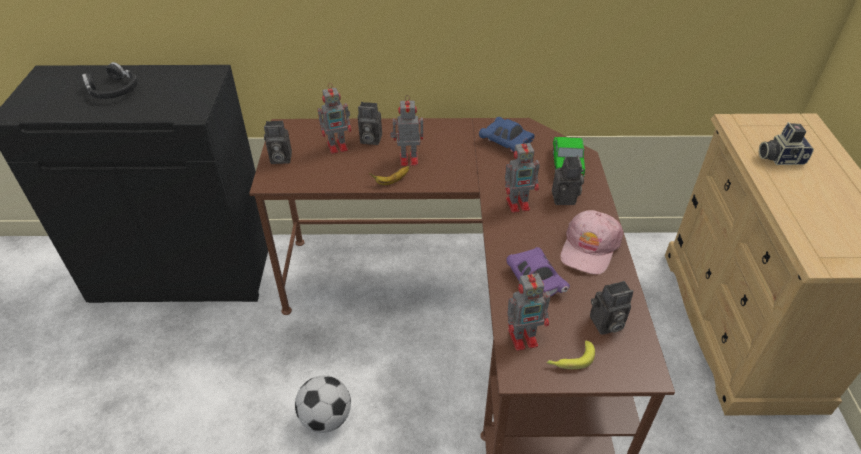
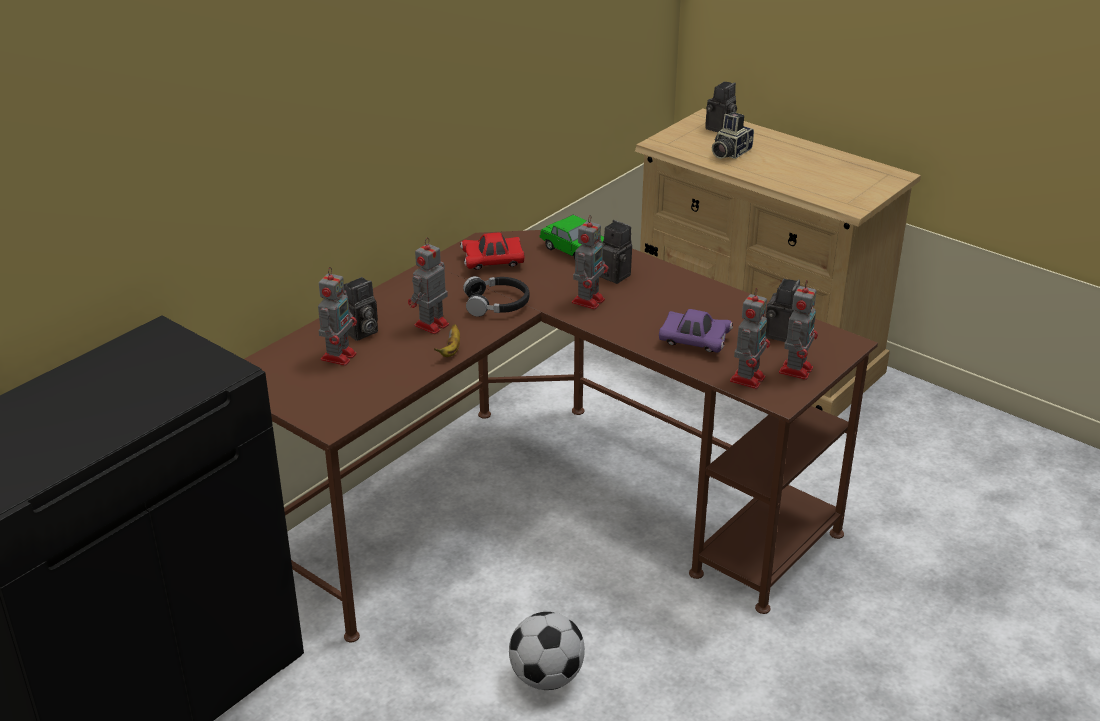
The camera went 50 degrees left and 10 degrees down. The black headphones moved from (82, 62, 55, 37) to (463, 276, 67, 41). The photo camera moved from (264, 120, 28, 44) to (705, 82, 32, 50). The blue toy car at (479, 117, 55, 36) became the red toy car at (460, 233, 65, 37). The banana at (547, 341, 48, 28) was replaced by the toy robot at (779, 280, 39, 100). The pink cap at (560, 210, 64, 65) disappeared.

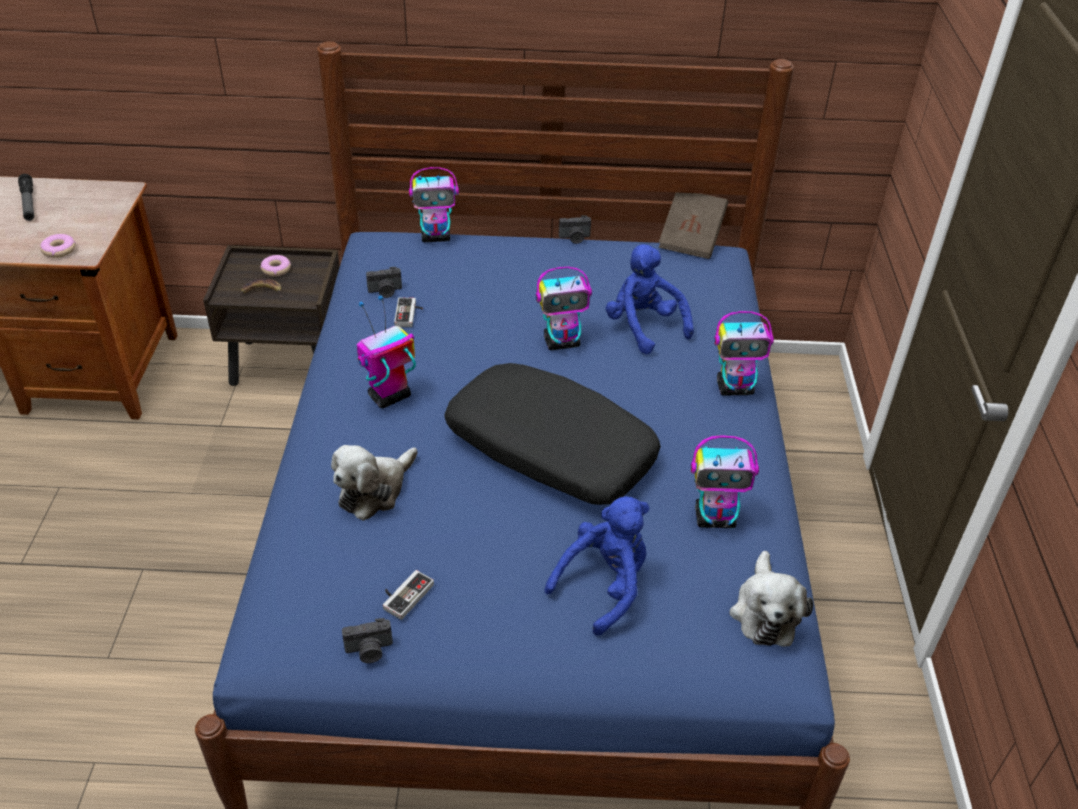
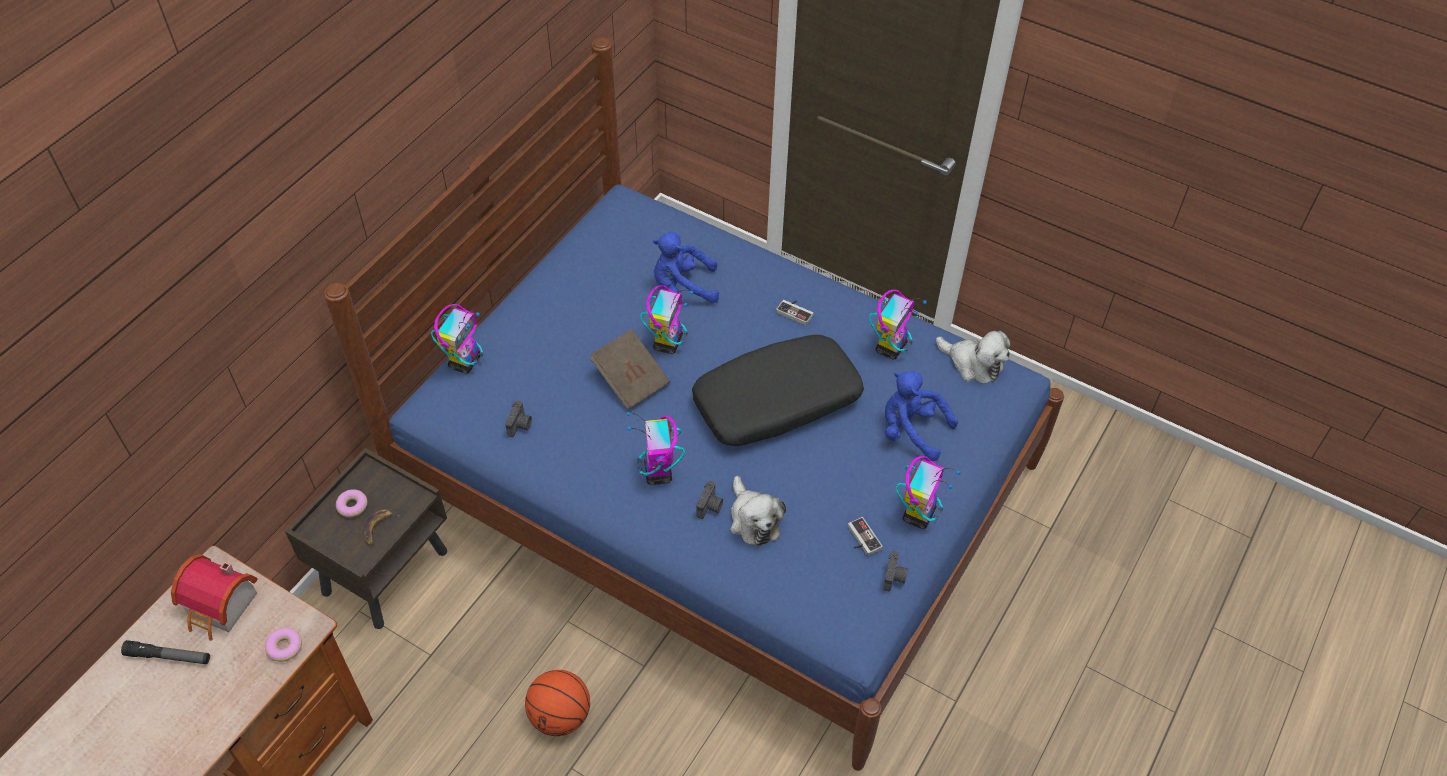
The camera went 60 degrees left and 10 degrees up. The game controller moved from (394, 298, 29, 29) to (776, 300, 38, 25). The blue plush toy at (544, 496, 106, 140) turned 45 degrees counterclockwise. The photo camera moved from (559, 215, 32, 29) to (696, 481, 27, 38). The brown book moved from (659, 193, 69, 66) to (589, 329, 81, 81). The toy robot moved from (714, 311, 60, 84) to (896, 456, 65, 73). The toy house at (171, 554, 87, 87) appeared. The basketball at (525, 670, 65, 66) appeared.

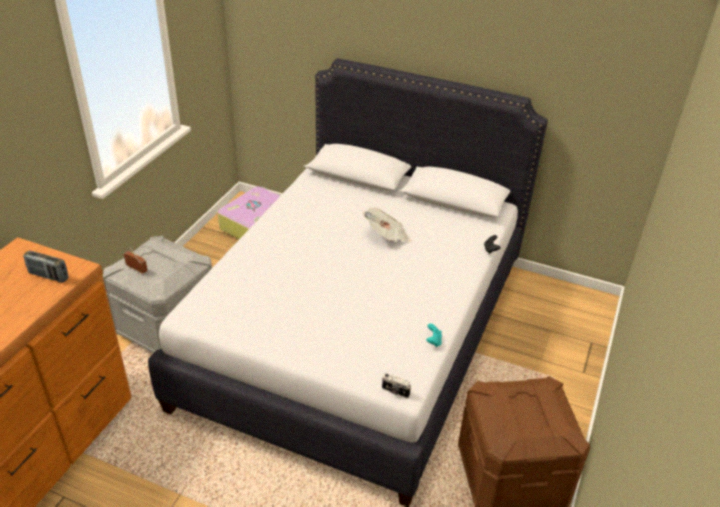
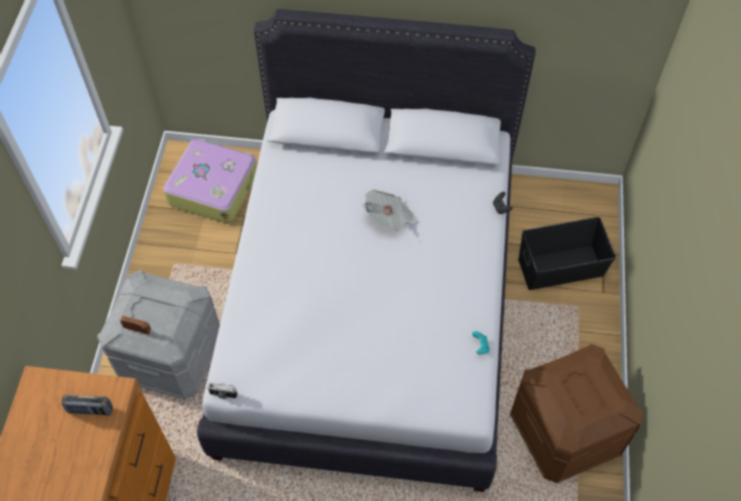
The camera went 15 degrees left and 20 degrees up. The photo camera moved from (382, 373, 29, 25) to (207, 383, 30, 16). The black storage box at (518, 217, 98, 73) appeared.

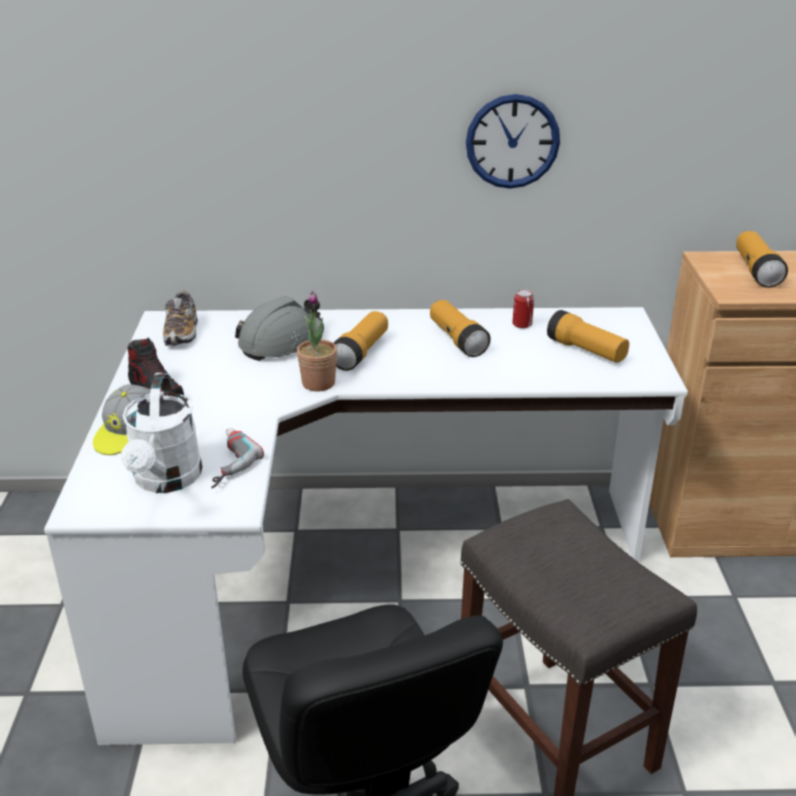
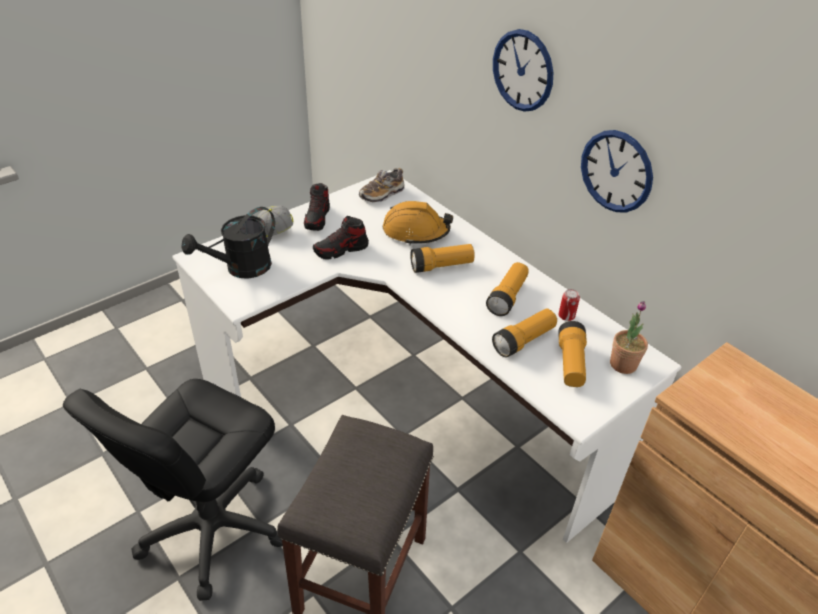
The camera went 50 degrees right and 10 degrees up. The white watering can at (121, 373, 81, 120) became the black watering can at (181, 207, 94, 72). The power drill at (211, 428, 53, 60) disappeared. The grey hard hat at (235, 296, 89, 65) became the orange hard hat at (383, 201, 70, 44). The potted plant moved from (297, 291, 40, 100) to (610, 301, 38, 73). The flashlight moved from (736, 231, 52, 57) to (492, 309, 65, 48). The shoe at (313, 216, 56, 44) appeared. The wall clock at (493, 29, 60, 83) appeared.

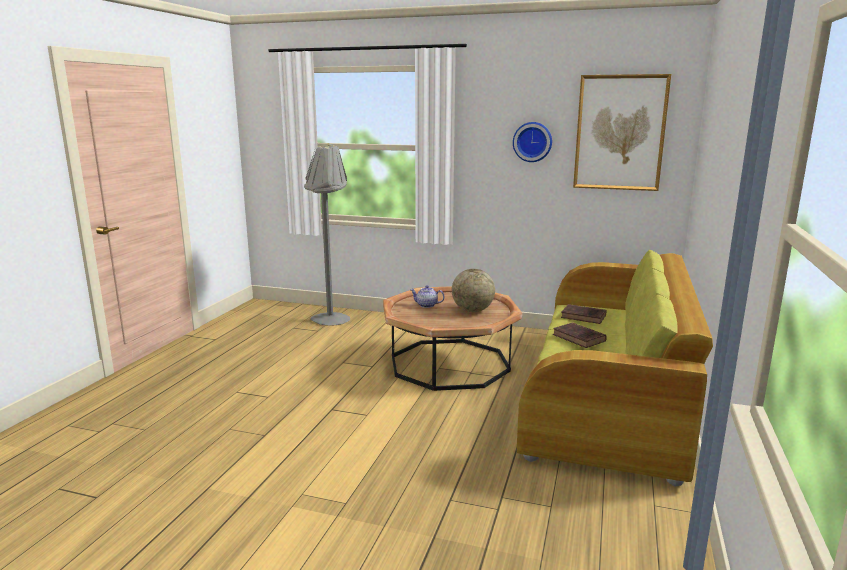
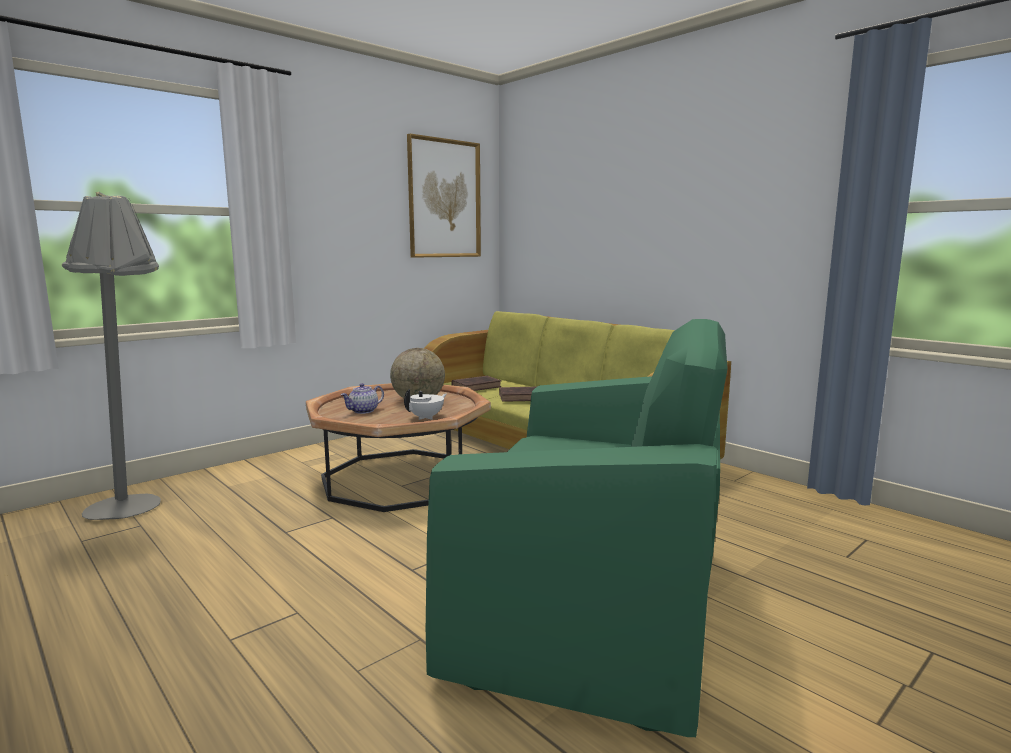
The camera went 60 degrees left and 5 degrees down. The wall clock at (513, 122, 39, 40) disappeared. The white teapot at (404, 389, 43, 31) appeared. The green armchair at (426, 319, 302, 418) appeared.

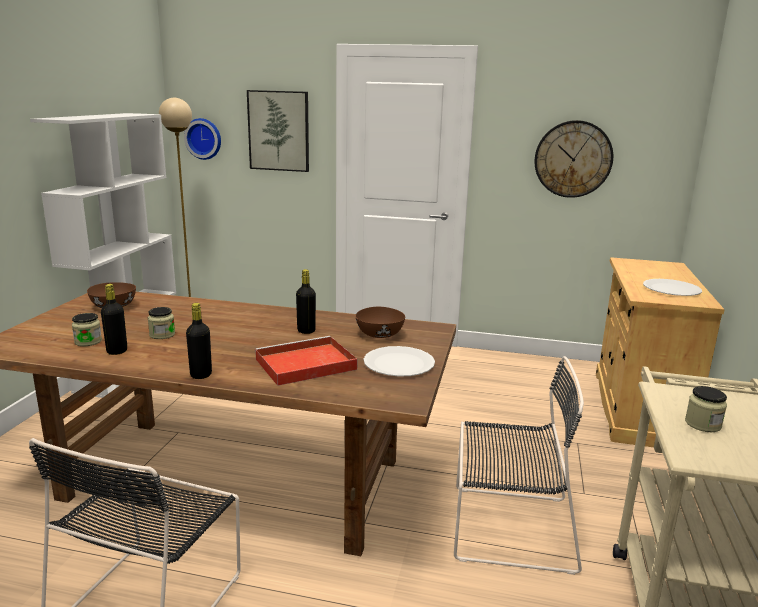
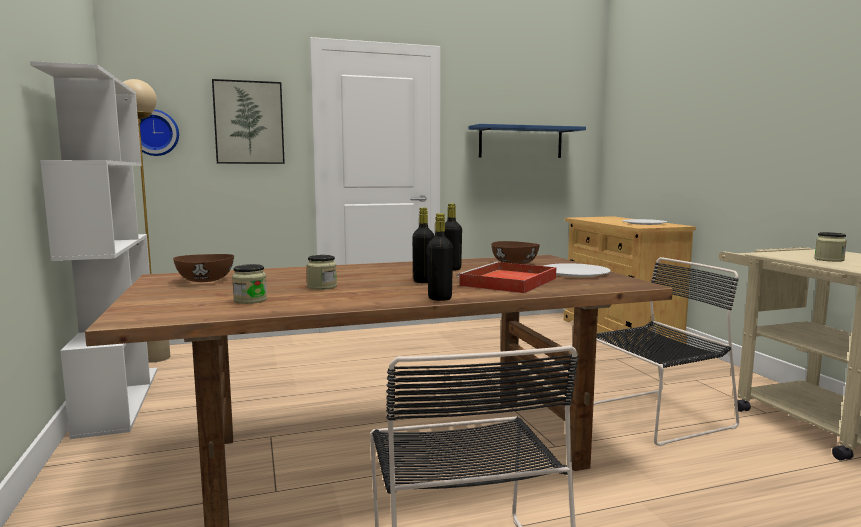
The camera went 30 degrees left and 10 degrees down. The black bottle moved from (101, 284, 26, 71) to (412, 208, 23, 75). The wall clock at (535, 120, 78, 78) was replaced by the blue shelf at (469, 124, 117, 34).

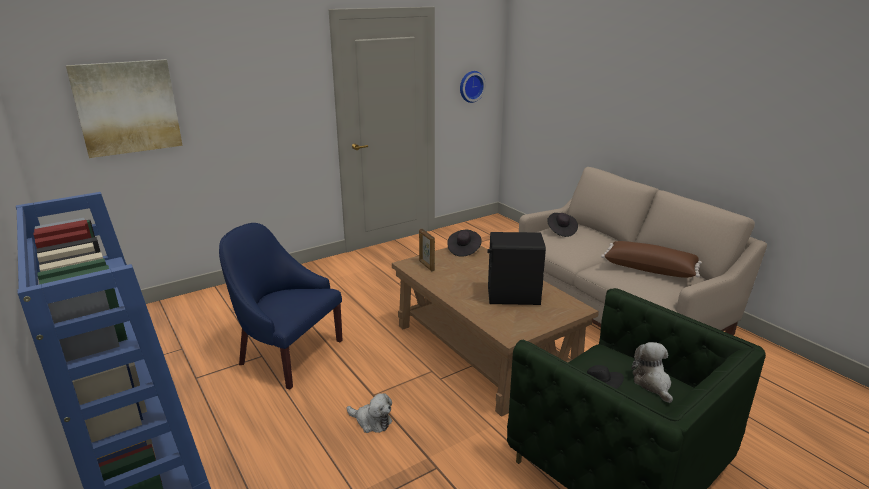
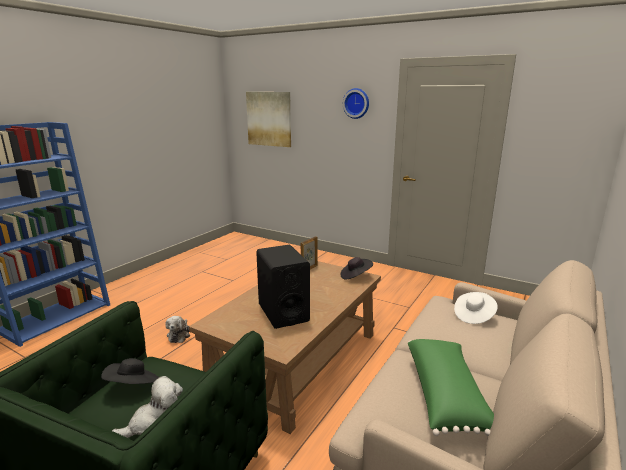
The camera went 65 degrees right and 5 degrees down. The blue armchair at (219, 223, 123, 167) disappeared. The wall clock moved from (460, 71, 26, 32) to (343, 88, 26, 31). The black hat at (547, 213, 31, 24) became the white hat at (454, 292, 44, 32). The brown pillow at (601, 241, 101, 37) became the green pillow at (408, 339, 86, 97).

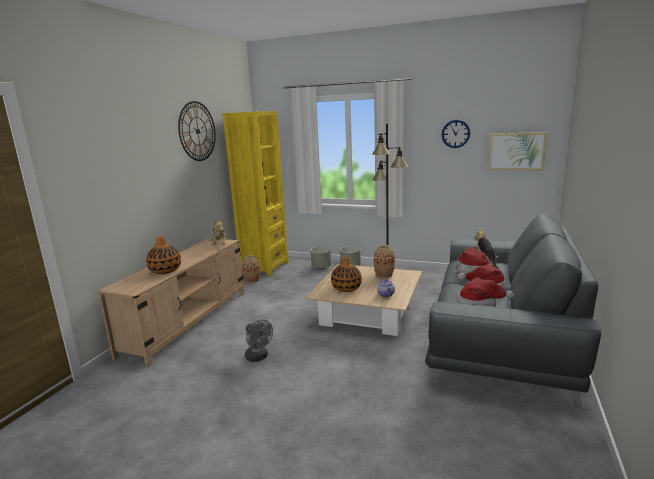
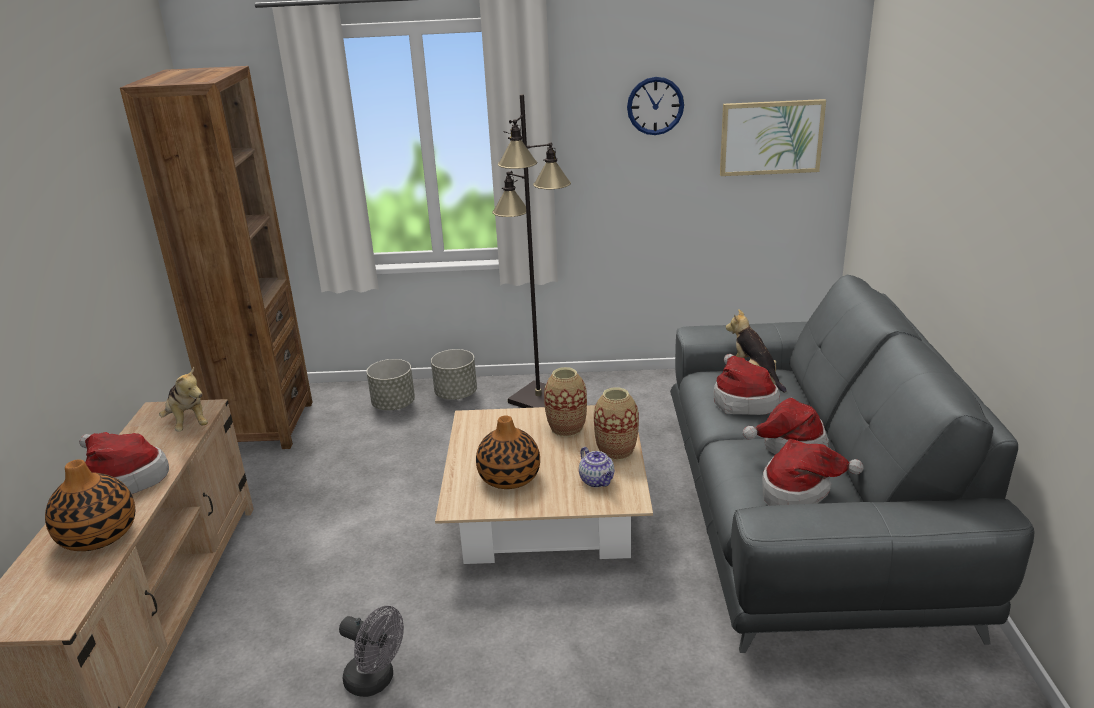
The camera went 20 degrees left and 10 degrees up. The wall clock at (178, 101, 38, 60) disappeared. The yellow bookcase at (223, 111, 65, 165) became the brown bookcase at (120, 66, 193, 383). The vase moved from (242, 255, 18, 28) to (594, 387, 45, 73). The hat at (79, 432, 90, 62) appeared.

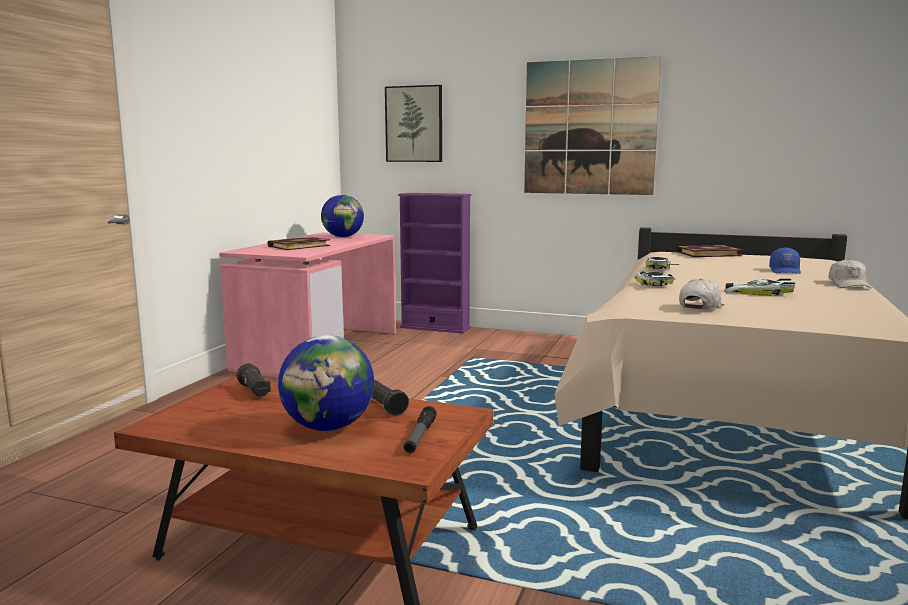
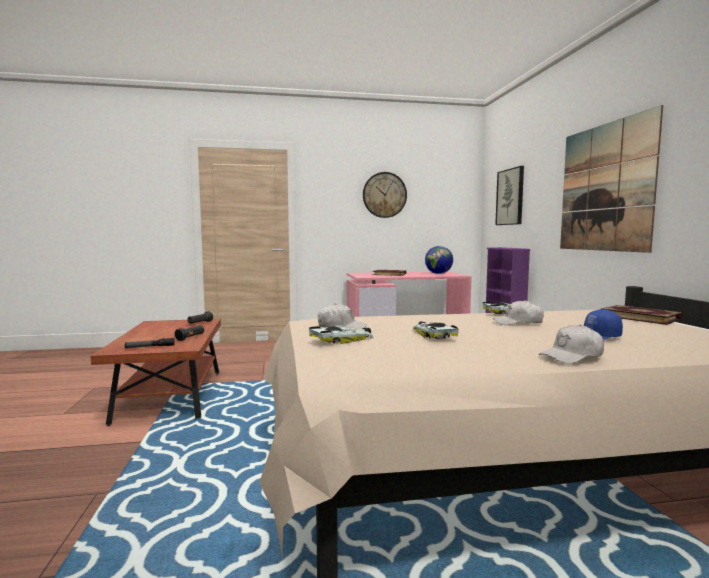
The camera went 60 degrees right and 5 degrees down. The globe at (278, 335, 97, 96) disappeared. The toy car moved from (635, 271, 39, 15) to (309, 326, 64, 18). The wall clock at (363, 172, 44, 46) appeared. The white cap at (493, 300, 51, 25) appeared.

